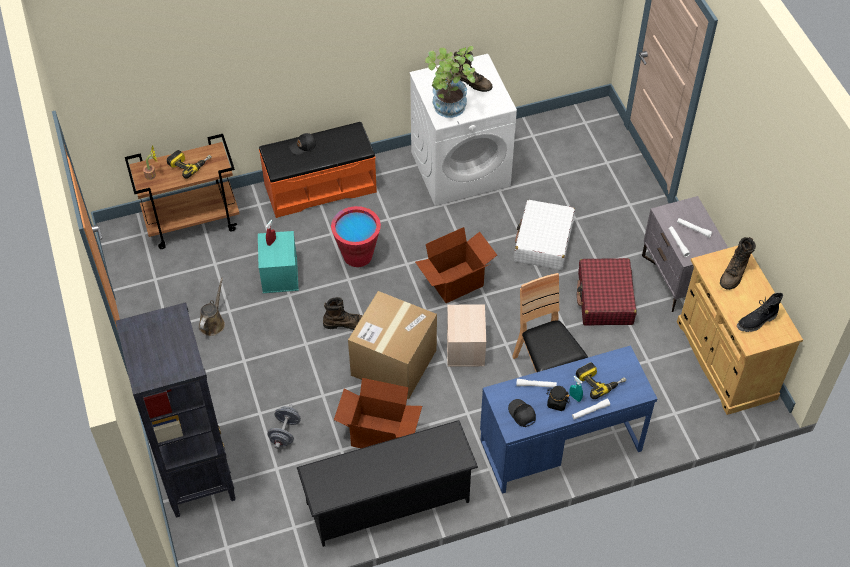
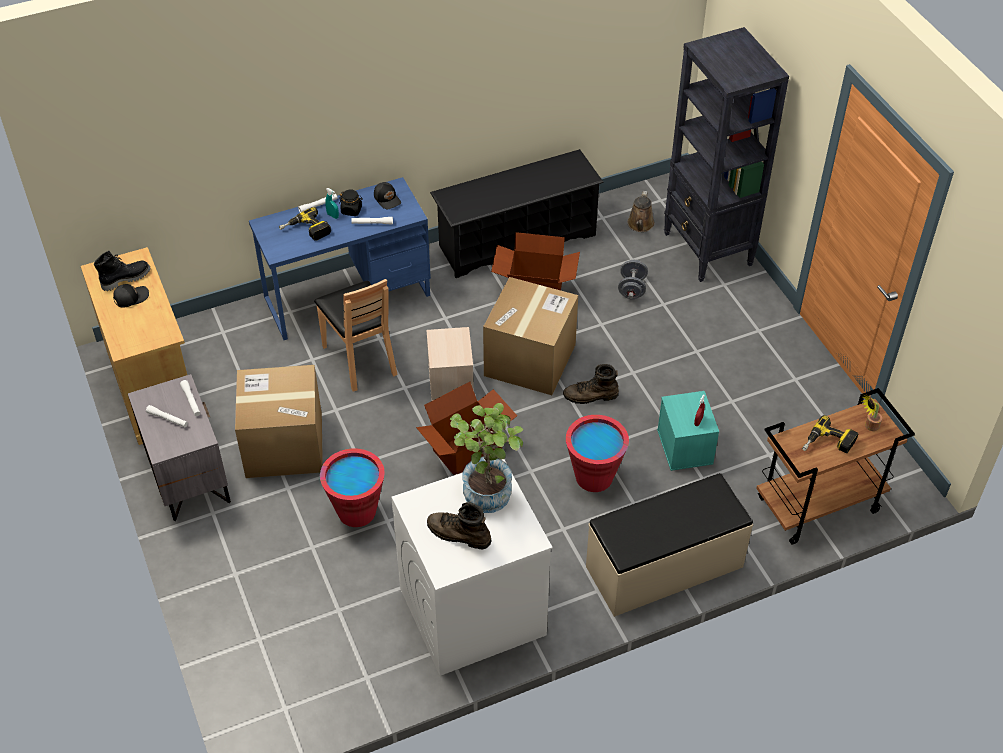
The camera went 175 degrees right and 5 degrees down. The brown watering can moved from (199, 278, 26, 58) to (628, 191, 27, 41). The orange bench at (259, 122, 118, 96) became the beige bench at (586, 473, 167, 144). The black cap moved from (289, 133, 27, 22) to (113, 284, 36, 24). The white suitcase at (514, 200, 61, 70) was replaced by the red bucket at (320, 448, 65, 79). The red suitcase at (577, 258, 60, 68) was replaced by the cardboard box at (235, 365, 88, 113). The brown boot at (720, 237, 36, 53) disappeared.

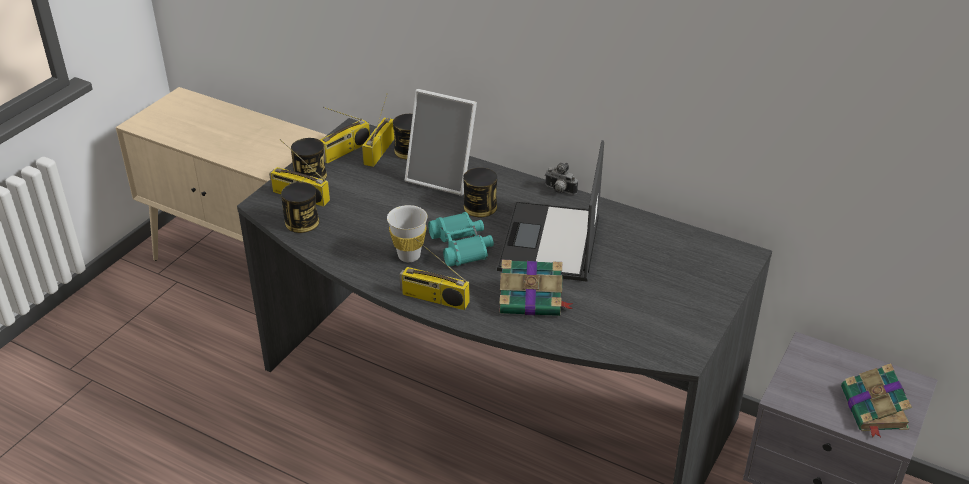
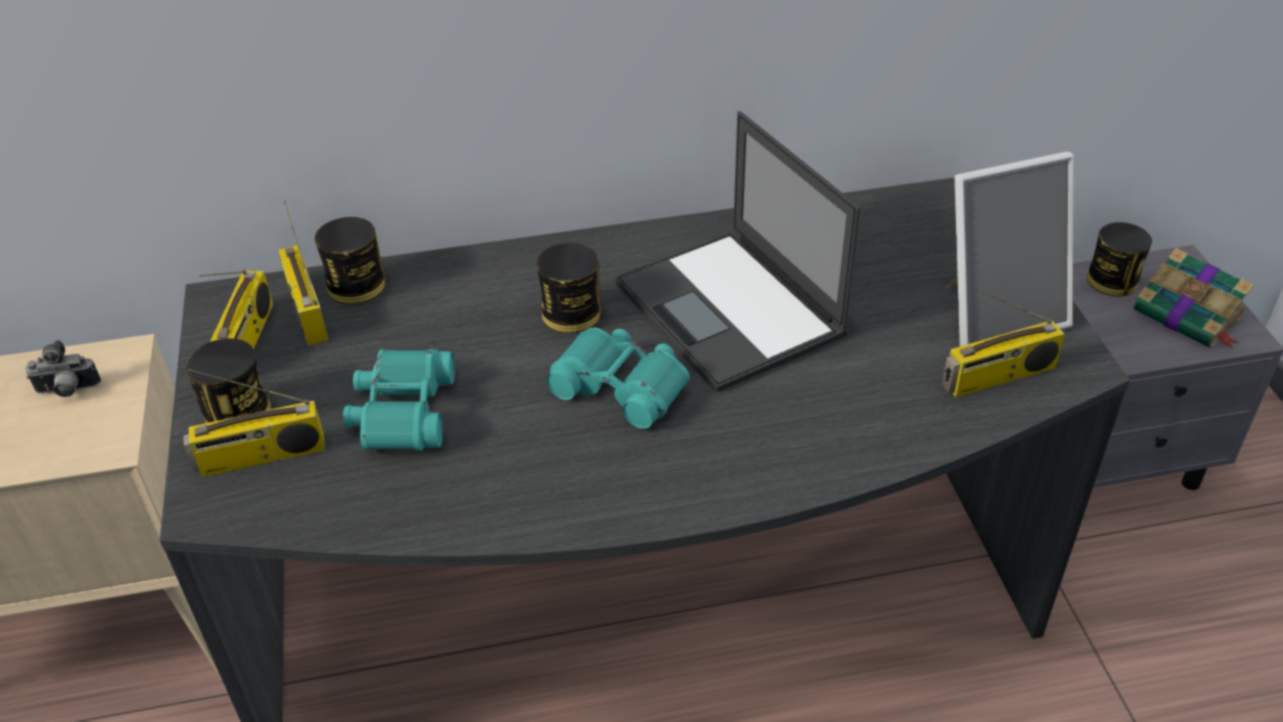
The camera went 40 degrees left and 5 degrees up. The can moved from (281, 182, 39, 51) to (1087, 222, 65, 74). The white cup at (387, 205, 41, 57) disappeared. The radio moved from (399, 237, 71, 73) to (942, 290, 123, 108). The picture frame moved from (405, 89, 72, 107) to (947, 151, 127, 195). The book at (499, 260, 74, 56) disappeared. The photo camera moved from (545, 163, 33, 32) to (25, 340, 76, 57). The turquoise binoculars at (343, 349, 112, 102) appeared.

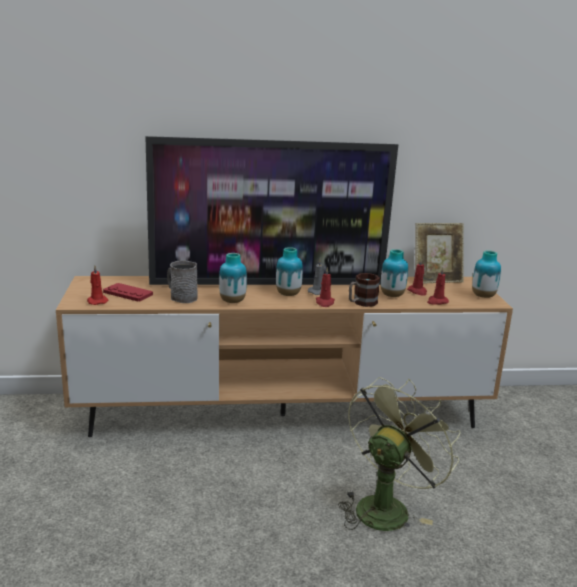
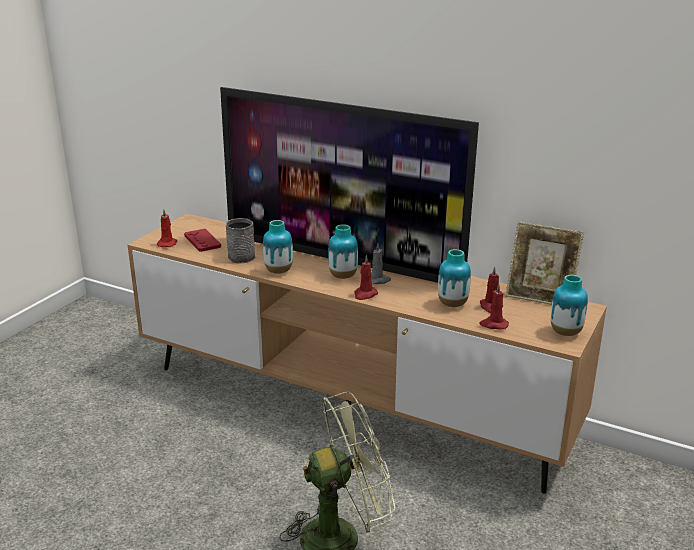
The camera went 35 degrees right and 5 degrees up. The mug at (349, 273, 31, 34) disappeared.

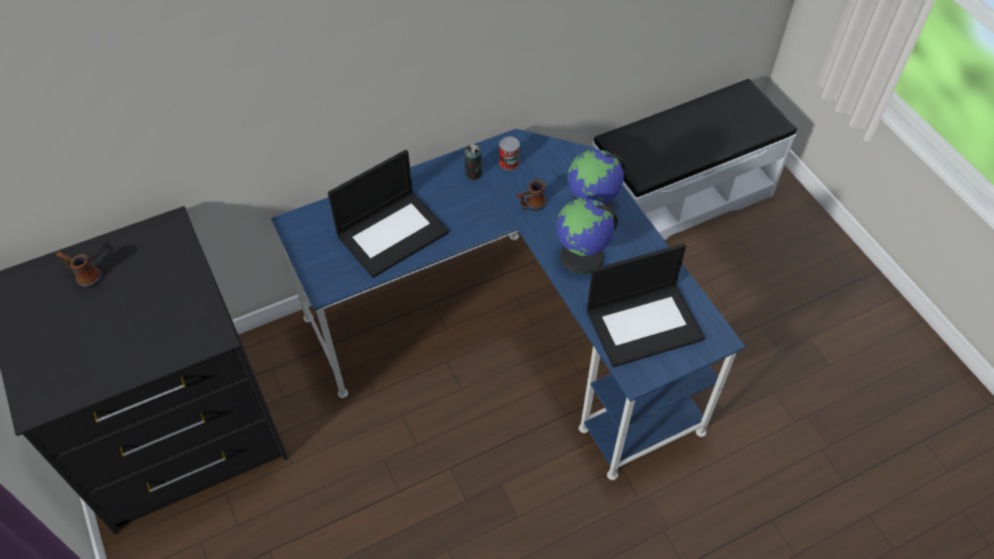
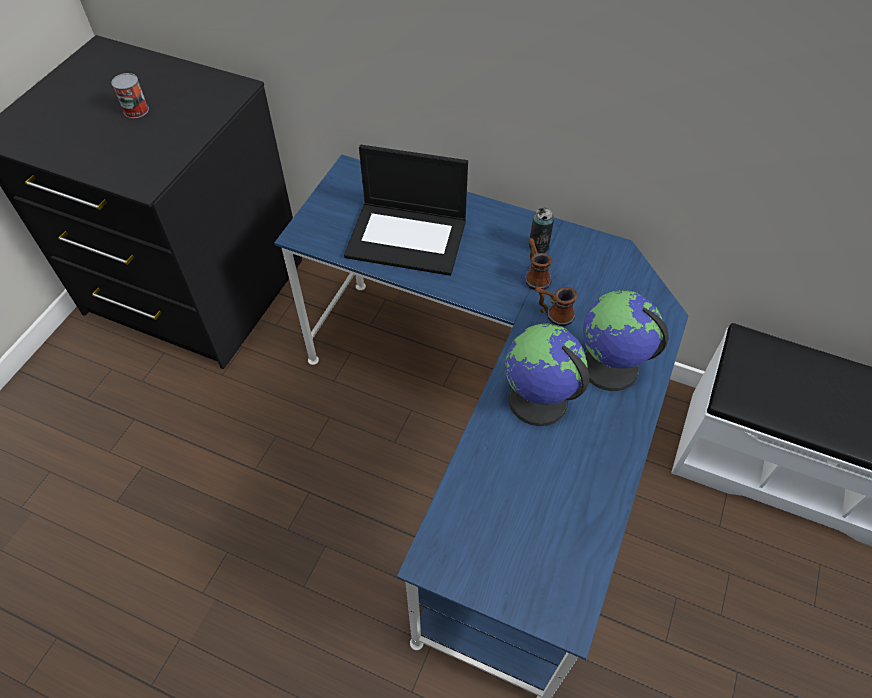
The camera went 50 degrees right and 0 degrees up. The mug moved from (56, 251, 46, 37) to (525, 238, 27, 52). The can moved from (499, 136, 21, 35) to (111, 73, 38, 45). The laptop at (587, 244, 118, 123) disappeared.

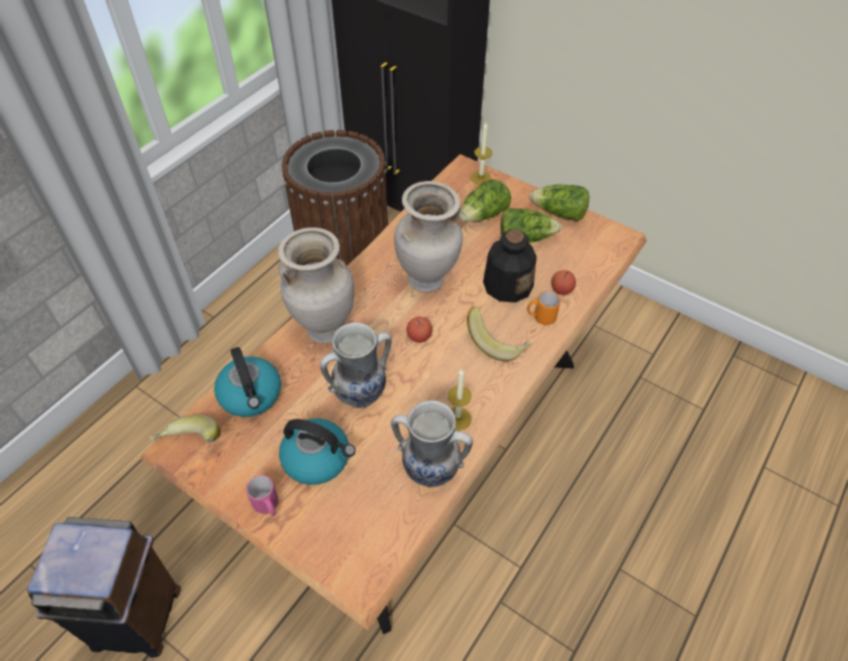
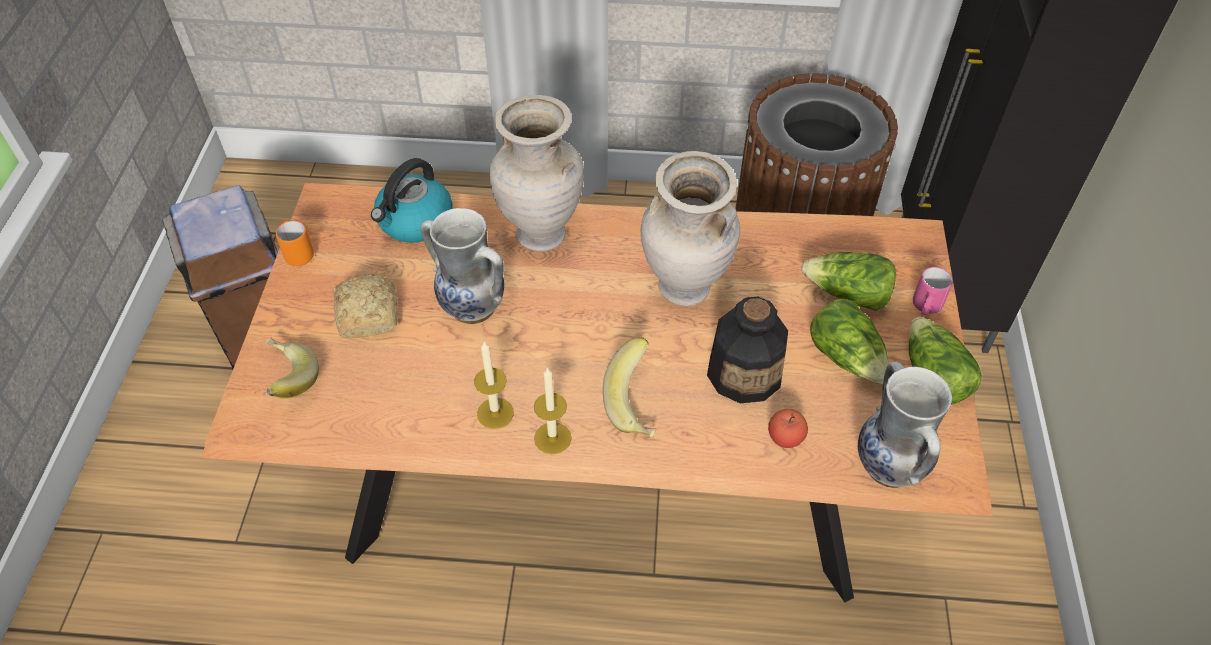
The camera went 60 degrees right and 0 degrees up. The banana moved from (150, 415, 71, 28) to (265, 337, 54, 62). The pink mug moved from (246, 475, 33, 41) to (913, 267, 40, 48). The kettle at (279, 418, 76, 67) was replaced by the bread at (333, 274, 65, 65). The vase moved from (391, 400, 82, 87) to (858, 362, 94, 126). The apple at (406, 317, 26, 26) disappeared. The candle moved from (471, 122, 21, 63) to (534, 367, 38, 87). The orange mug moved from (527, 291, 34, 34) to (276, 220, 38, 46).

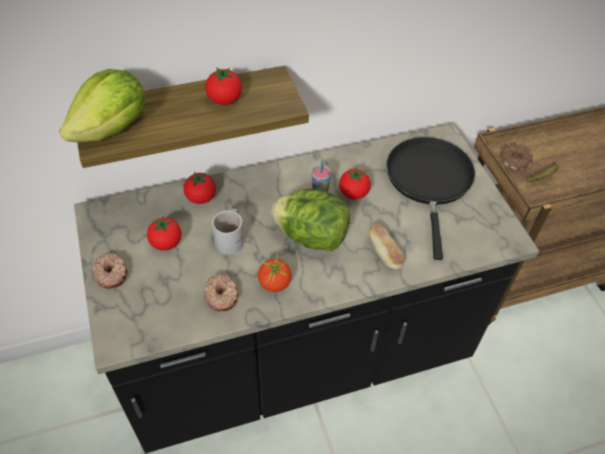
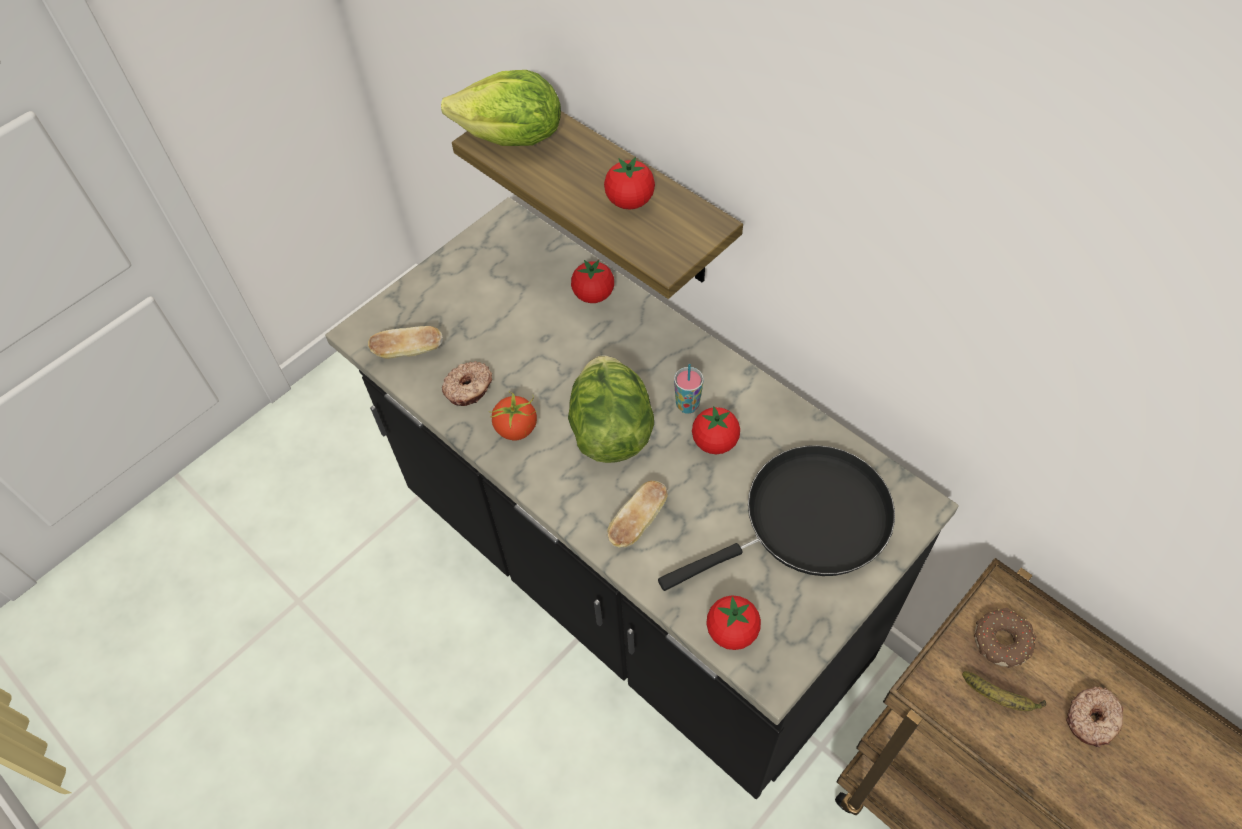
The camera went 65 degrees right and 5 degrees up. The donut moved from (92, 253, 35, 36) to (1066, 686, 57, 61). The tomato moved from (147, 216, 35, 35) to (706, 595, 55, 55). The white mug at (212, 209, 32, 46) disappeared. The bread at (368, 326, 75, 33) appeared.

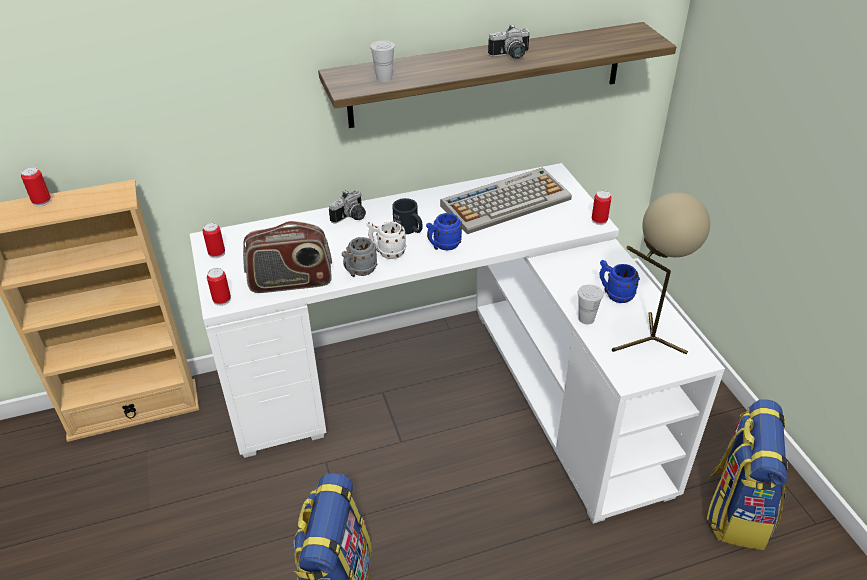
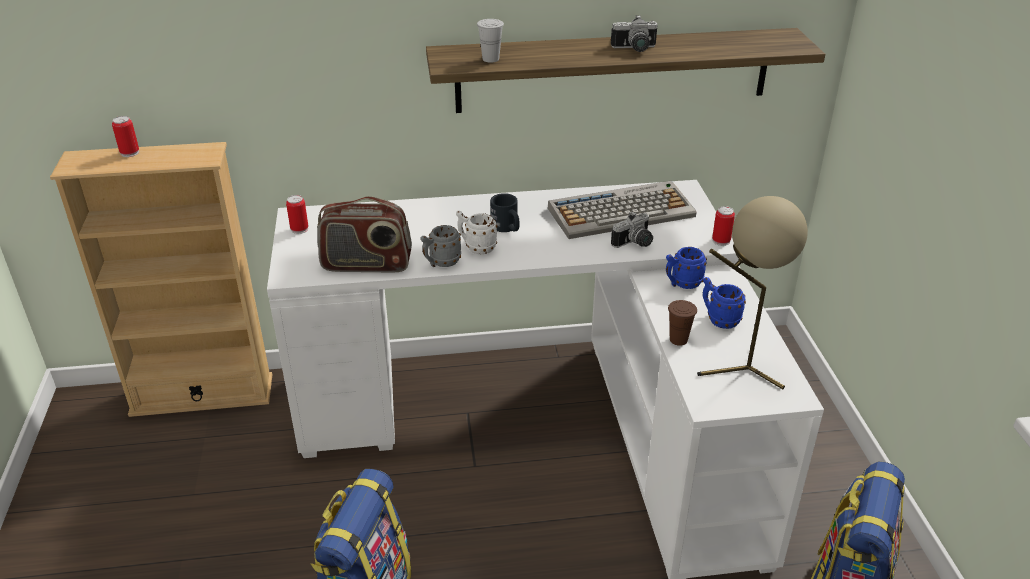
The camera went 10 degrees right and 5 degrees down. The can at (207, 268, 24, 38) disappeared. The photo camera moved from (329, 190, 37, 34) to (611, 211, 42, 37). The blue mug moved from (426, 213, 36, 37) to (666, 247, 41, 42). The white cup at (578, 285, 25, 39) became the brown cup at (668, 300, 29, 46).

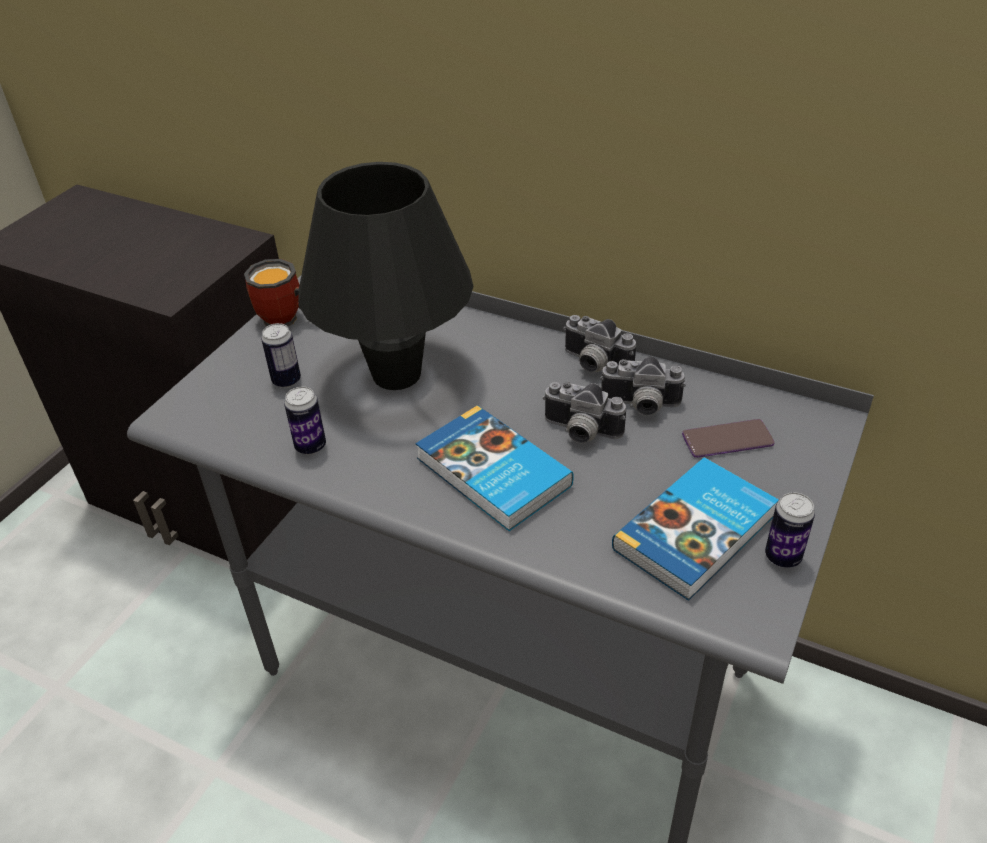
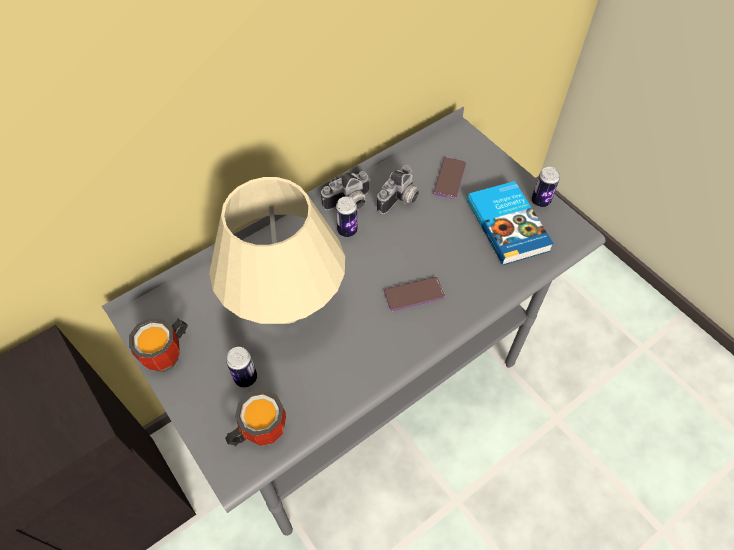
The camera went 65 degrees left and 15 degrees up. The can moved from (284, 387, 42, 68) to (336, 197, 21, 40). The black table lamp at (299, 162, 175, 228) became the beige table lamp at (209, 177, 136, 147). The book at (416, 405, 158, 126) was replaced by the phone at (384, 277, 61, 34). The photo camera at (542, 382, 84, 62) disappeared. The mug at (225, 389, 61, 57) appeared.

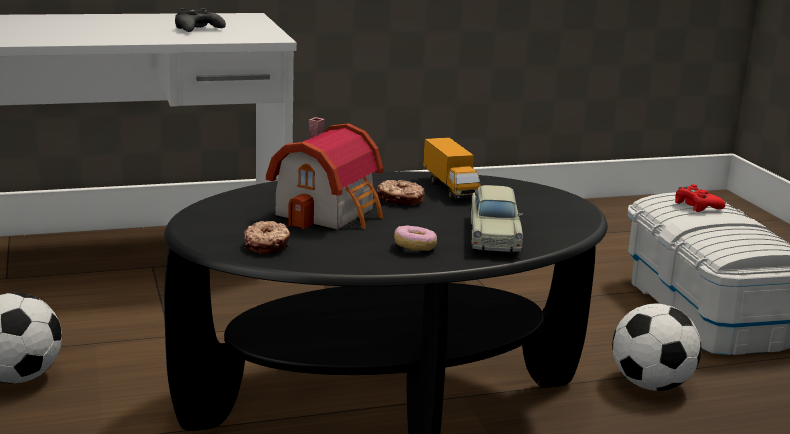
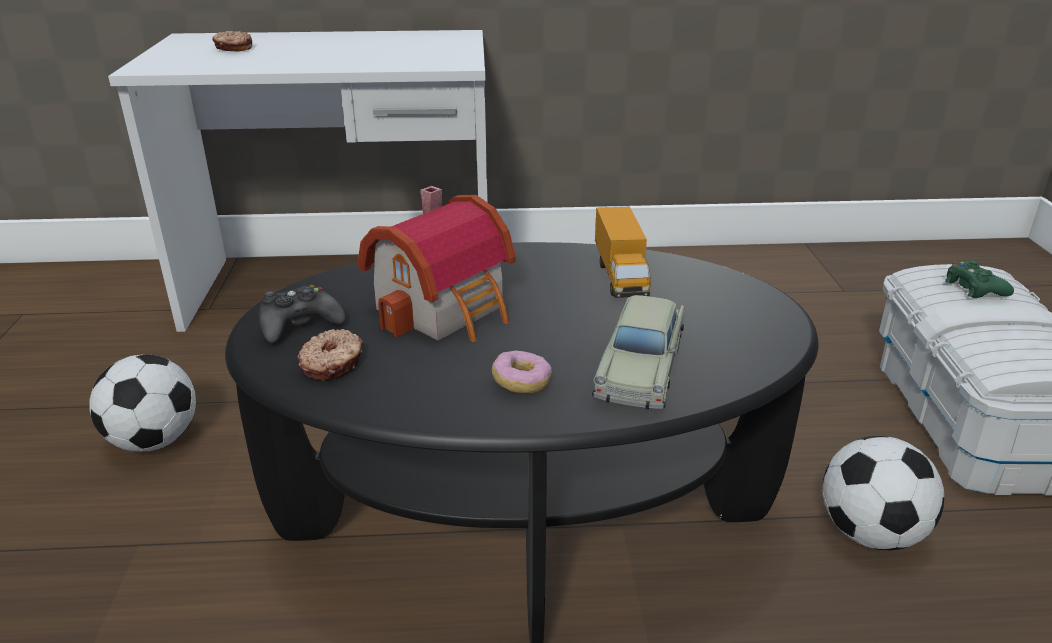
The camera went 15 degrees right and 10 degrees up. The black game controller moved from (175, 8, 51, 24) to (259, 285, 87, 58). The donut moved from (377, 180, 48, 25) to (212, 31, 40, 21). The red game controller at (675, 184, 50, 28) became the green game controller at (945, 260, 69, 38).

